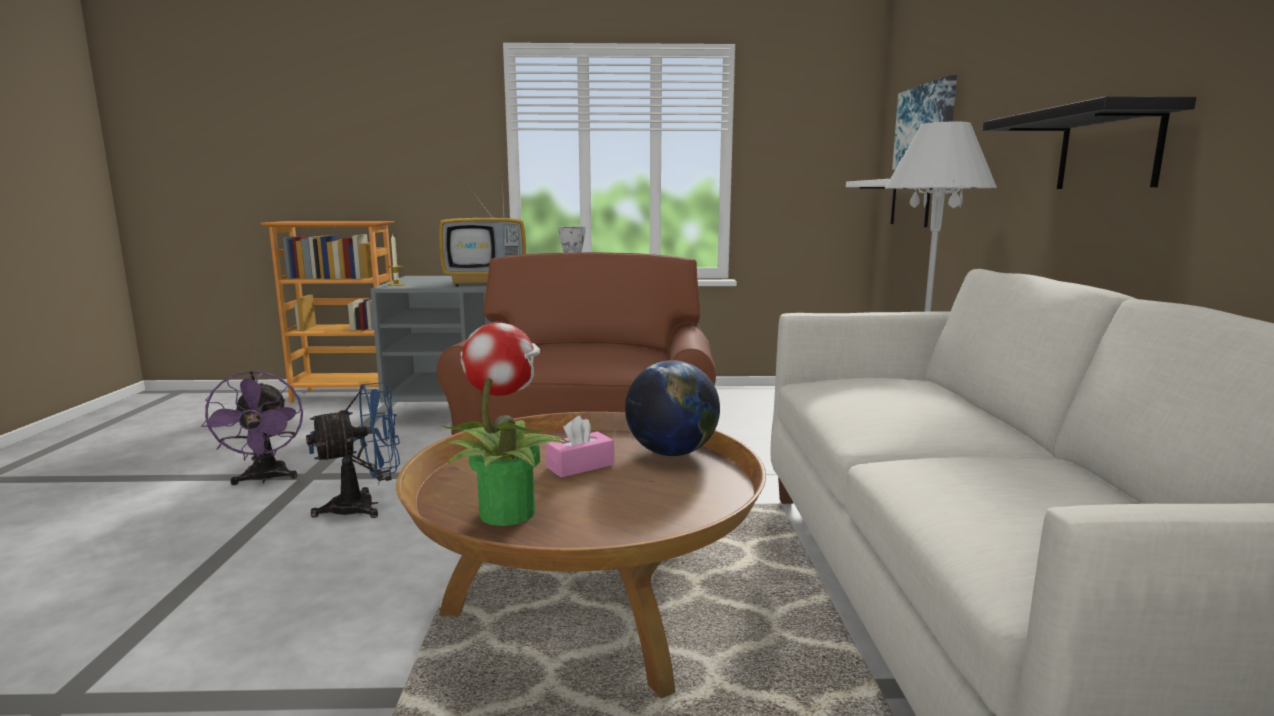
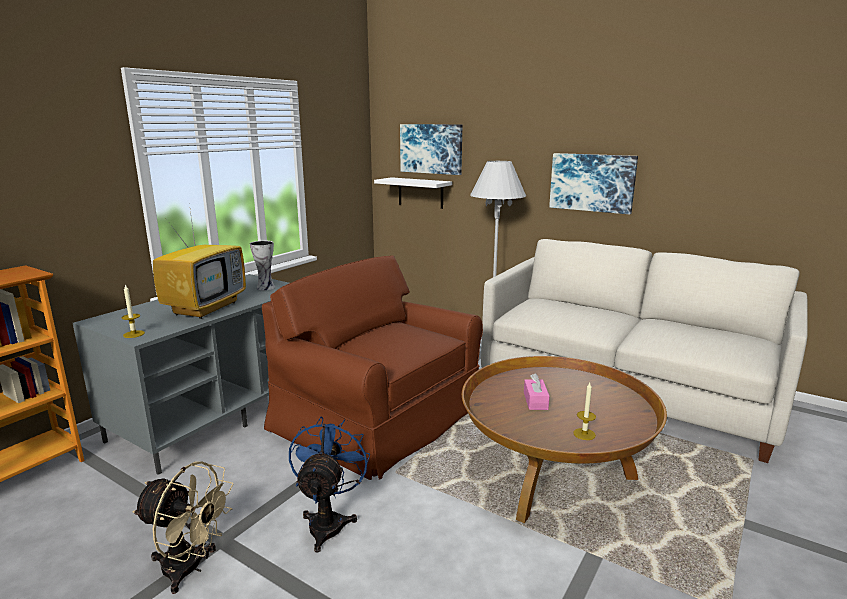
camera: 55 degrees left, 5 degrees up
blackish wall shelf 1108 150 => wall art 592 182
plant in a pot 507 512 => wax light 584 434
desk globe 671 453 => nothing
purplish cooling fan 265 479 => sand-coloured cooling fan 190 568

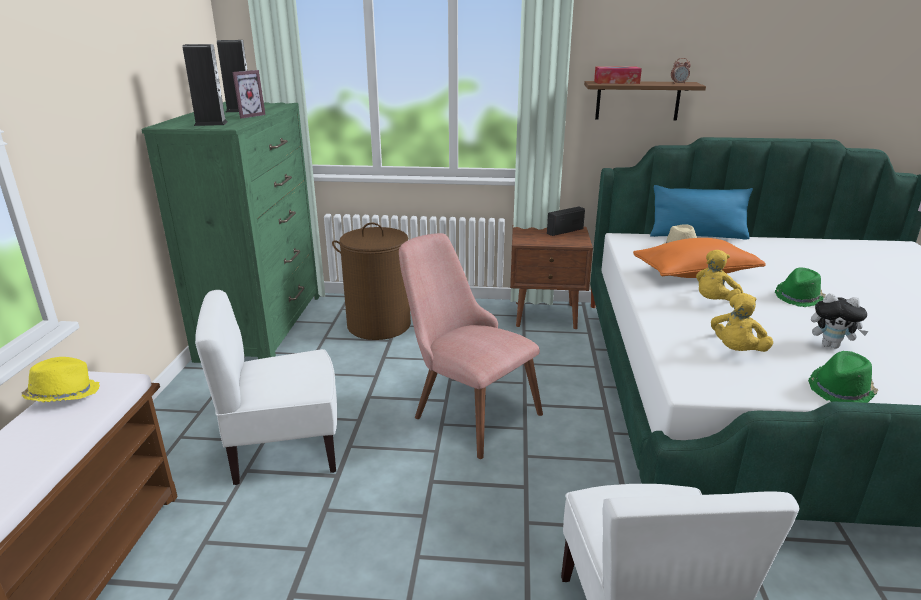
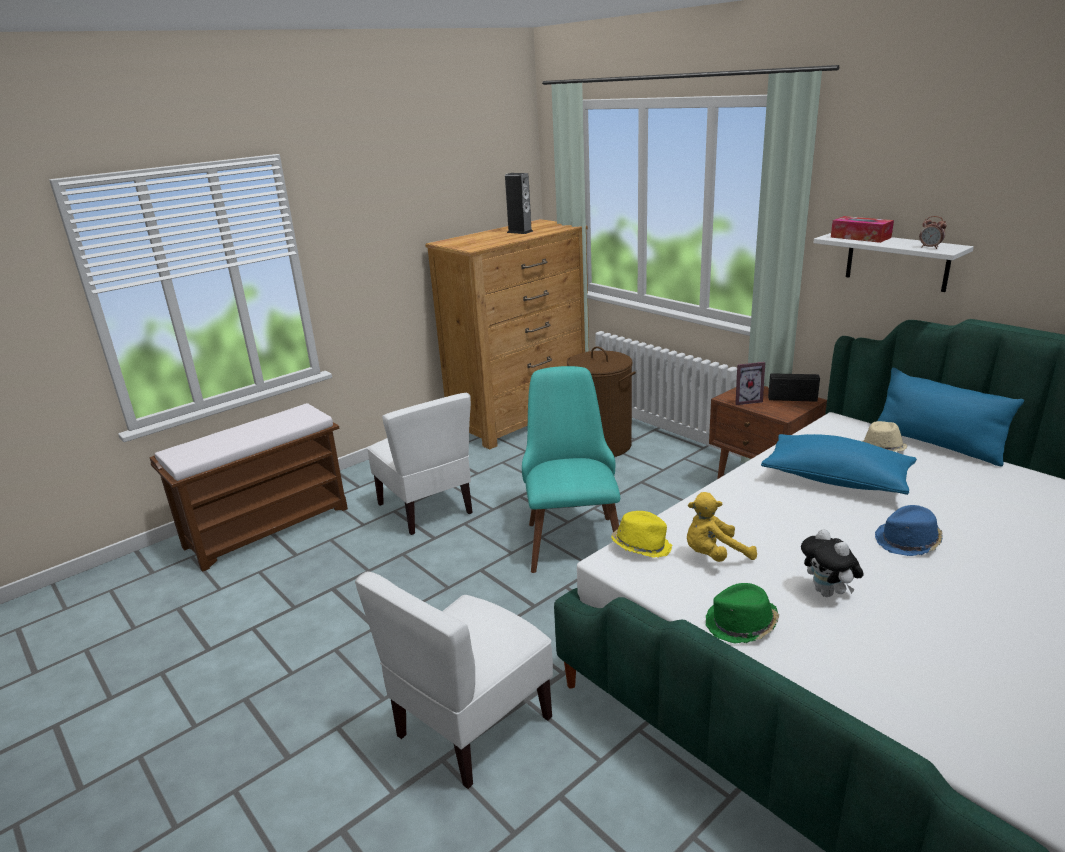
camera: 45 degrees right, 0 degrees up
loudspeaker 211 123 => nothing
standing frame 248 116 => standing frame 746 400, shifted
brownish wall shelf 637 100 => white wall shelf 897 261
greenish drawer chest 263 325 => brownish drawer chest 521 417
pink chair 465 410 => turquoise-coloured chair 571 535
orange-coloured cushion 694 274 => blue-coloured cushion 836 479
yellow cuddly toy 714 302 => nothing
greenish clothing hat 799 297 => blue-coloured clothing hat 908 542
white chair 284 450 => white chair 427 508, 150 degrees counterclockwise
yellow clothing hat 63 395 => yellow clothing hat 641 546, shifted

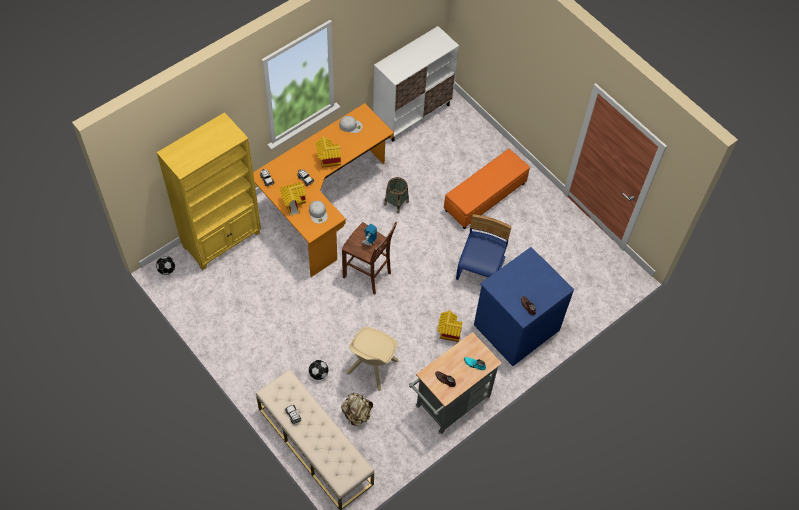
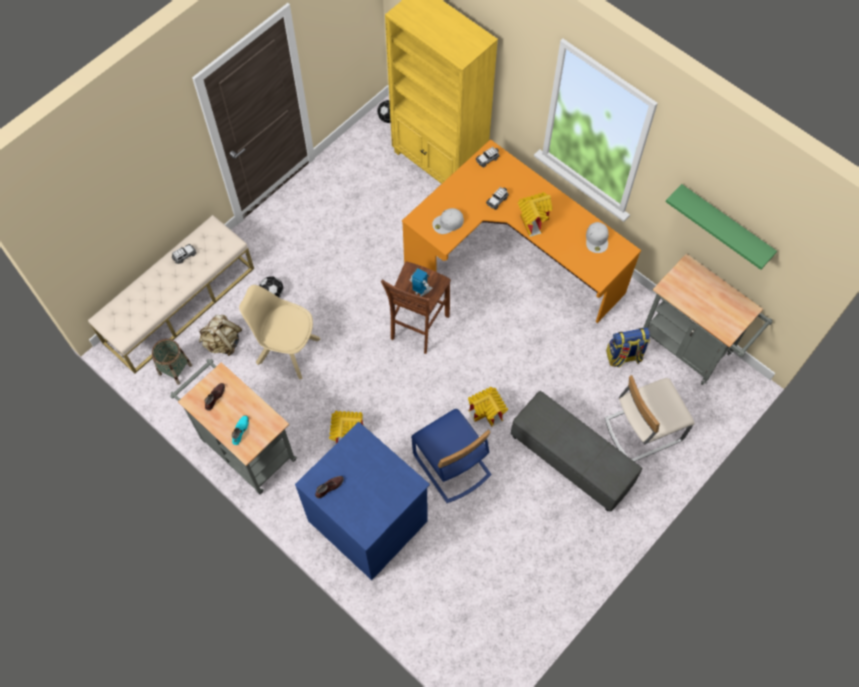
camera: 85 degrees right, 5 degrees up
white storage cabinet 413 114 => grey cart 690 348
orange-coloured pouffe 484 197 => grey pouffe 572 458
basket 396 203 => basket 175 369, shifted
toy house 294 203 => toy house 487 412, shifted
blue-coloured chair 481 269 => blue-coloured chair 451 465, 45 degrees clockwise
nothing => greenish wall shelf 724 225
nothing => knapsack 624 356
nothing => sand-coloured chair 642 429

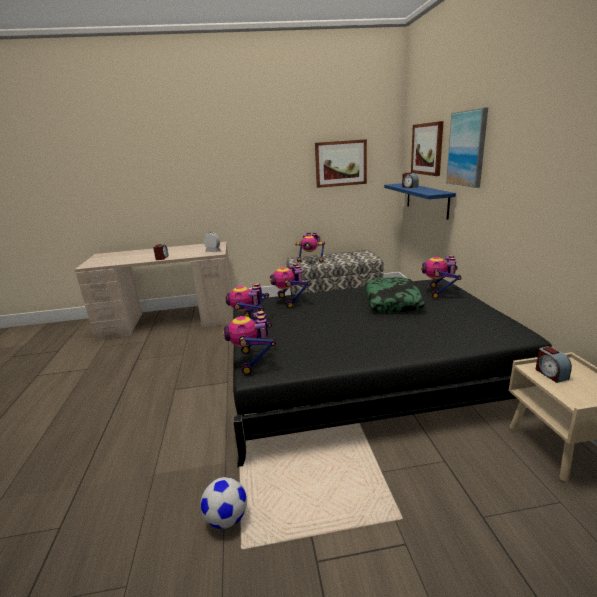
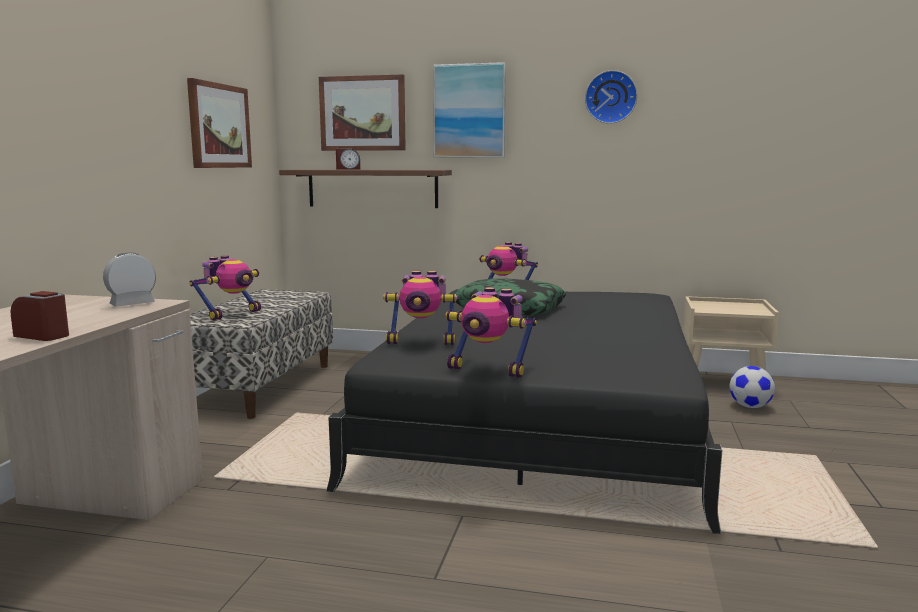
camera: 70 degrees left, 10 degrees down
blue-coloured wall shelf 426 199 => brownish wall shelf 372 188
model robot 253 361 => nothing
table clock 550 374 => nothing
football ball 226 519 => football ball 750 407, shifted
nothing => wall clock 611 97

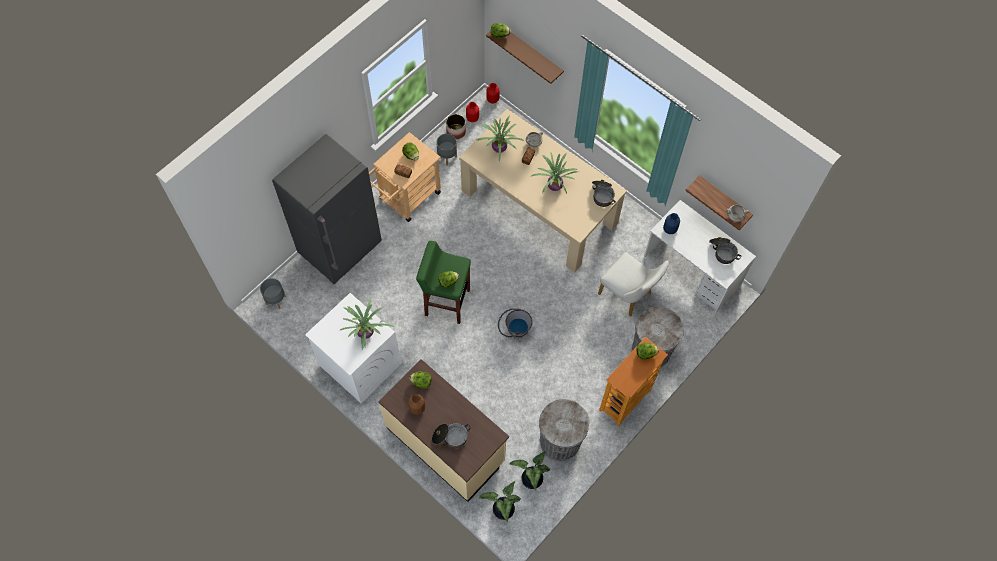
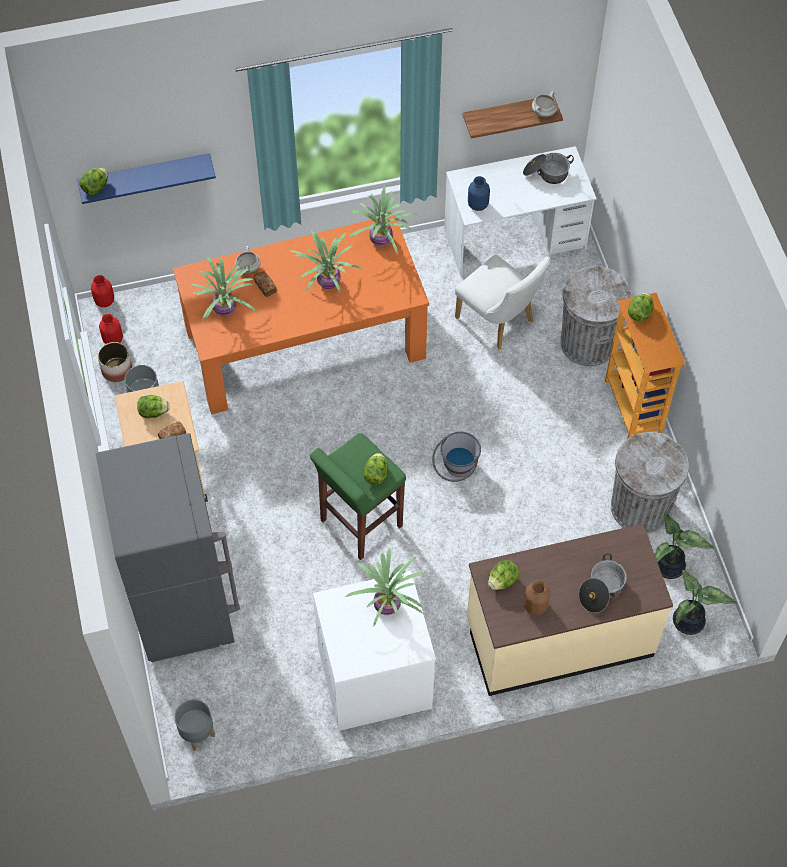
camera: 55 degrees left, 5 degrees down
brownish wall shelf 530 53 => blue-coloured wall shelf 145 175
sand-coloured dinner table 539 207 => orange-coloured dinner table 304 342
cooking pot 602 195 => plant in a pot 381 241
white chair 628 295 => white chair 499 322, 60 degrees clockwise

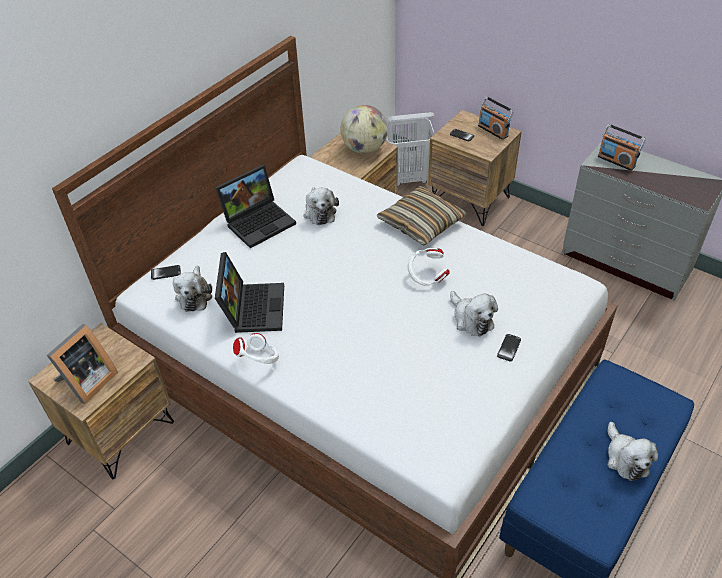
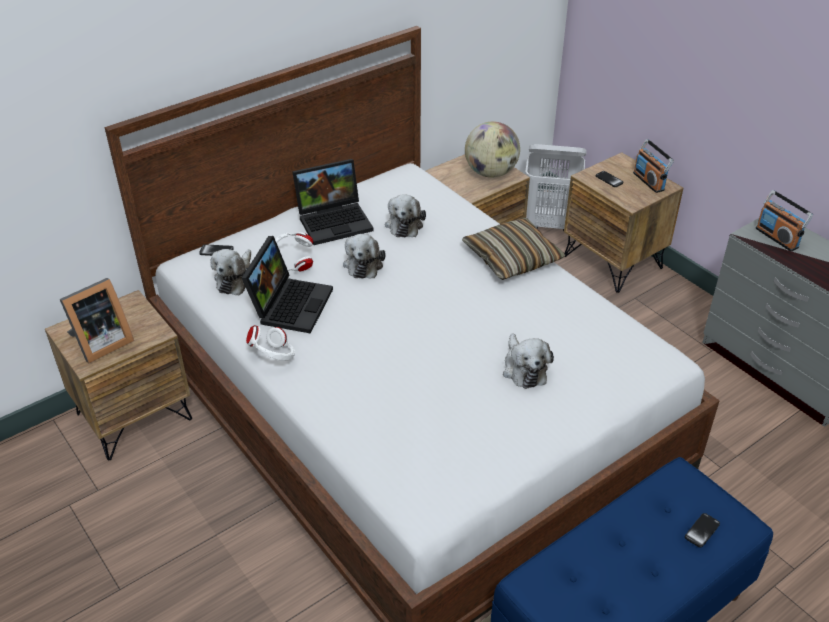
camera: 15 degrees right, 5 degrees down
white headset 427 277 => white headset 292 264, shifted
handset 509 348 => handset 702 531, shifted
cuddly toy 625 458 => cuddly toy 363 263, shifted

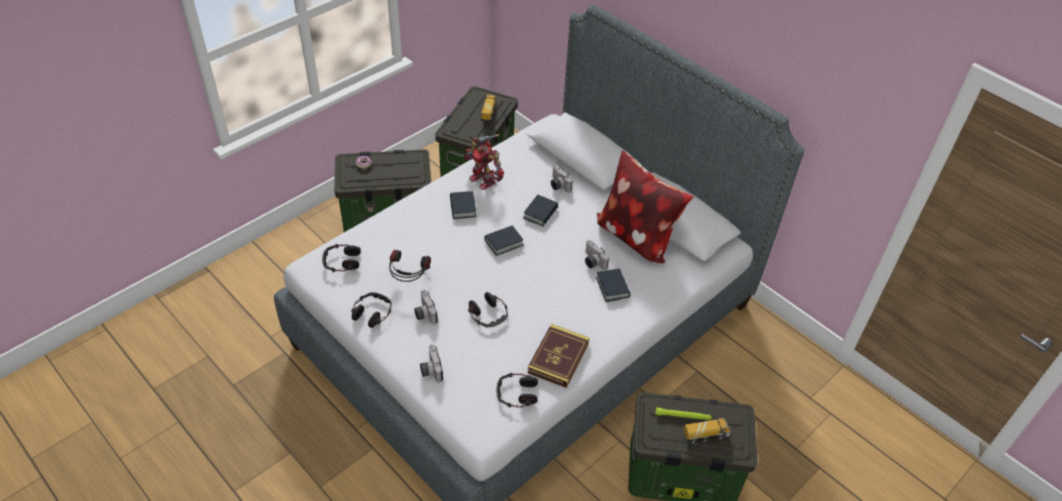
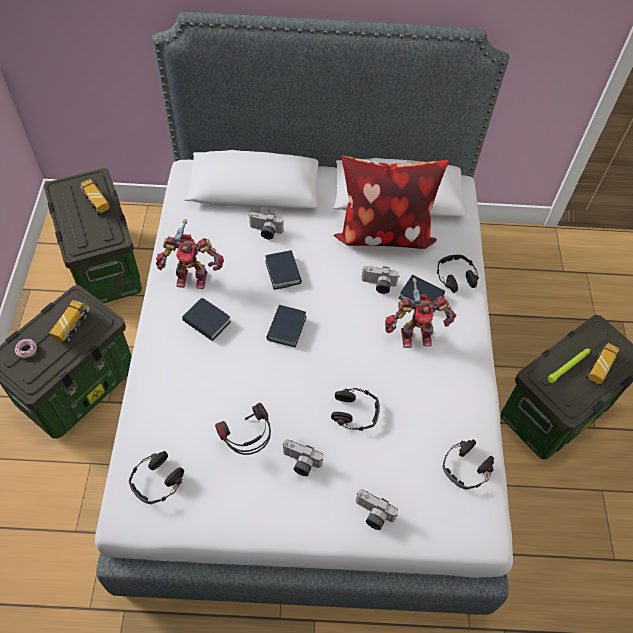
camera: 45 degrees left, 10 degrees up
headset 372 312 => headset 455 276, shifted
volume 558 358 => nothing
nothing => model robot 415 335
nothing => model truck 72 326

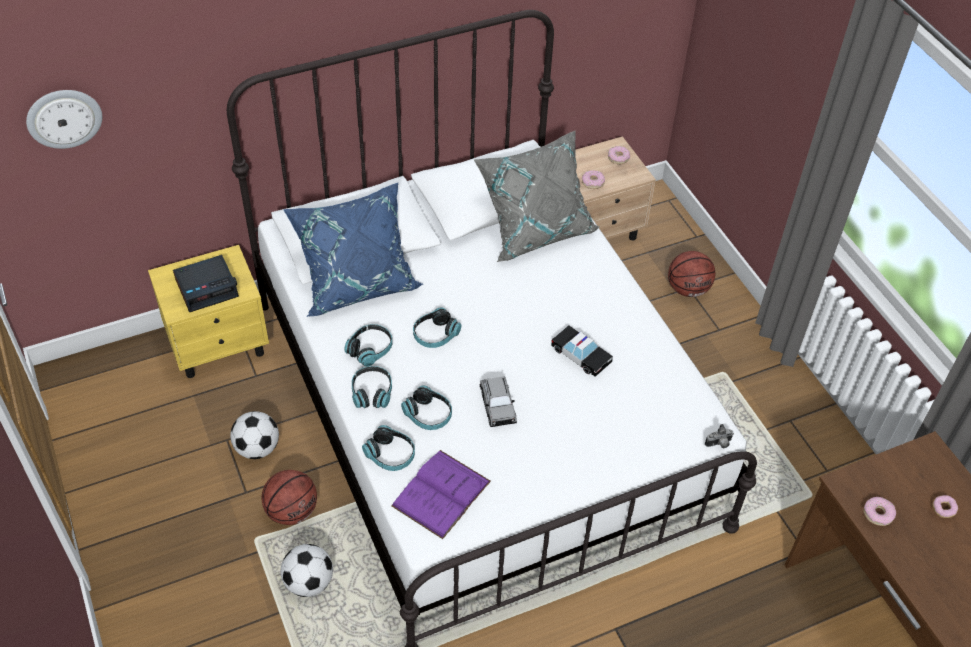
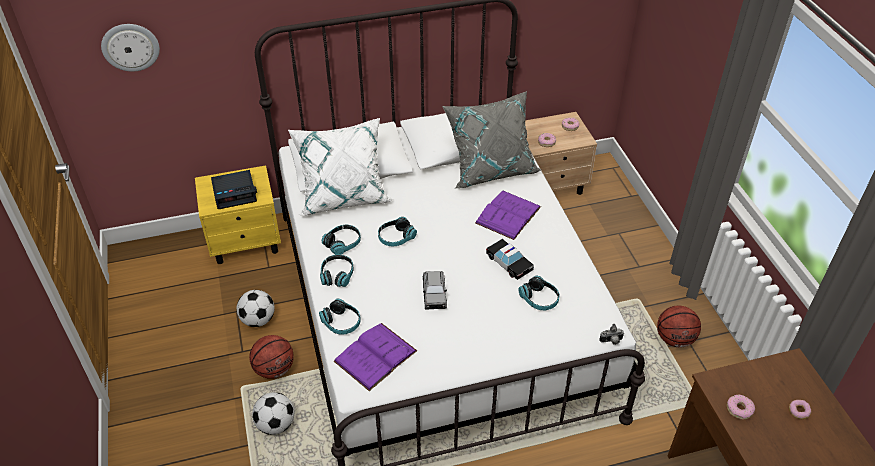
camera: 10 degrees right, 5 degrees down
blue-coloured cushion 357 283 => white cushion 343 195
basketball ball 688 289 => basketball ball 675 339, shifted
headset 428 414 => headset 539 299, shifted
nothing => purplish volume 508 215

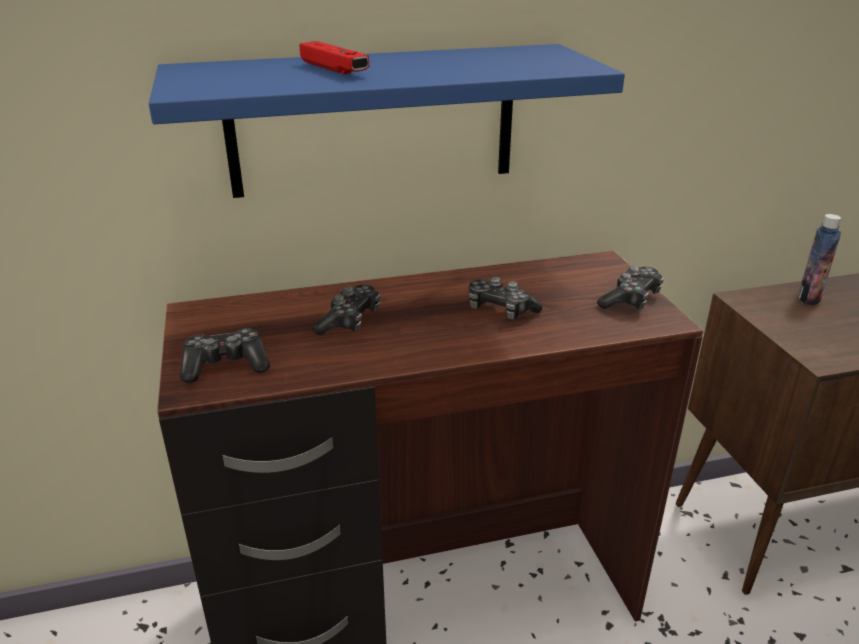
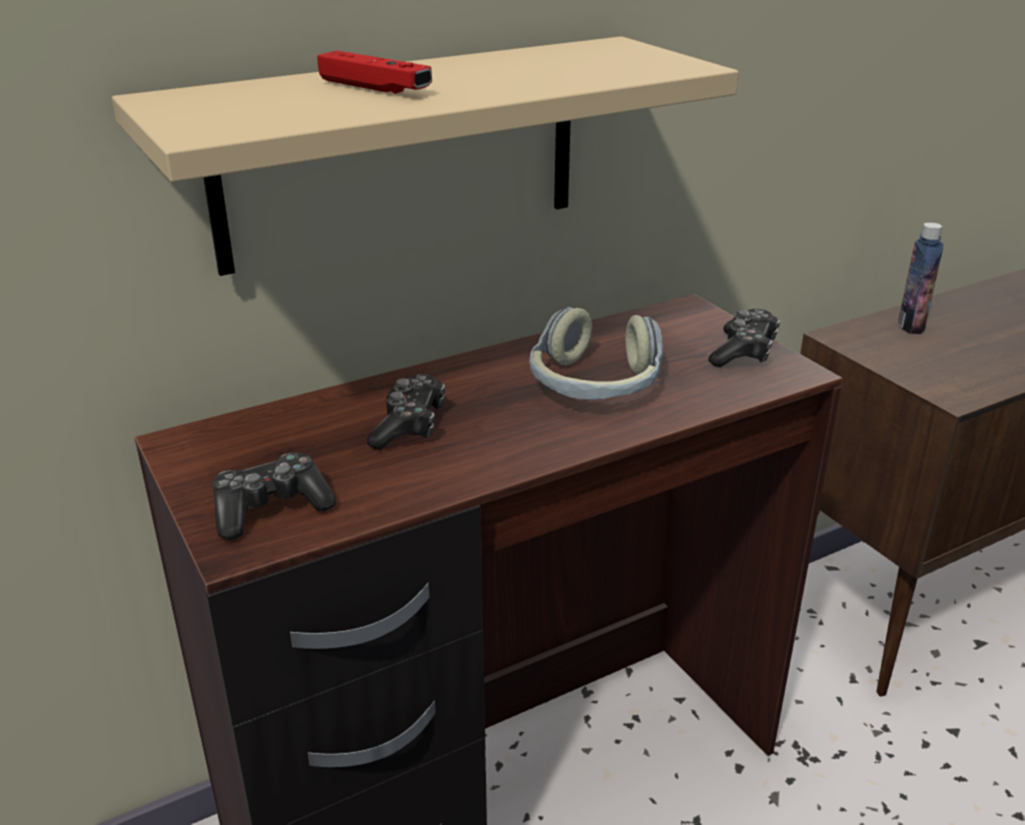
camera: 15 degrees left, 0 degrees up
blue-coloured wall shelf 373 121 => sand-coloured wall shelf 400 153
game controller 500 310 => headset 594 385

